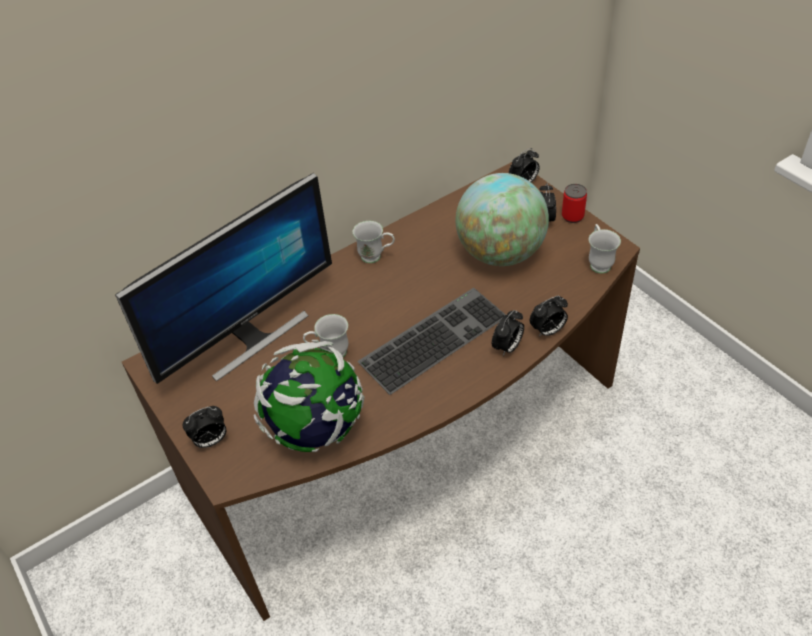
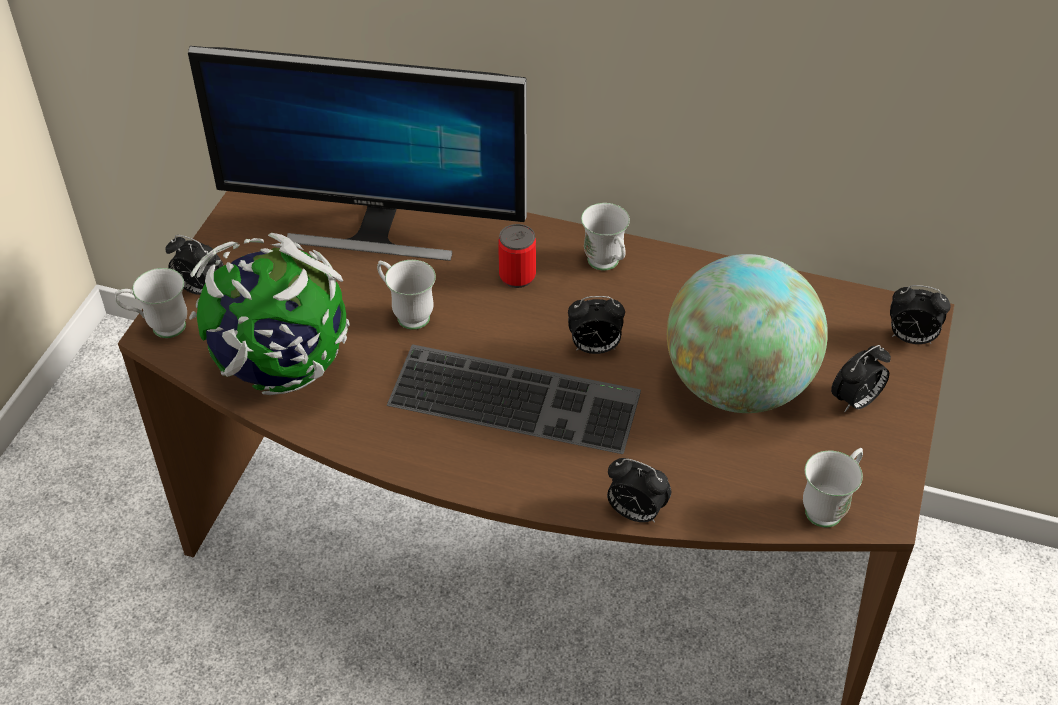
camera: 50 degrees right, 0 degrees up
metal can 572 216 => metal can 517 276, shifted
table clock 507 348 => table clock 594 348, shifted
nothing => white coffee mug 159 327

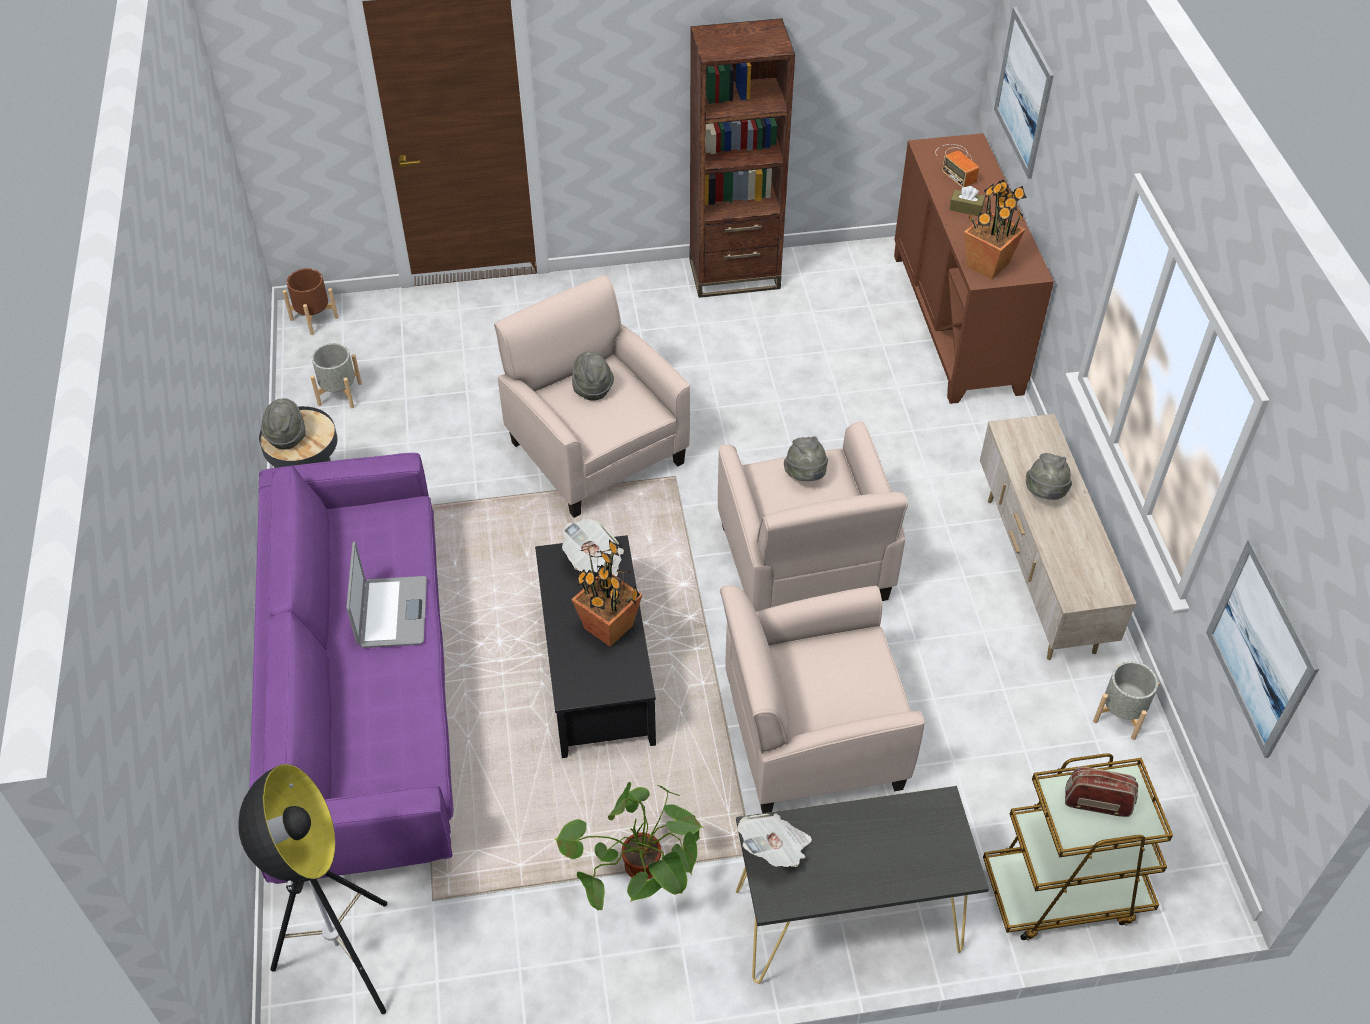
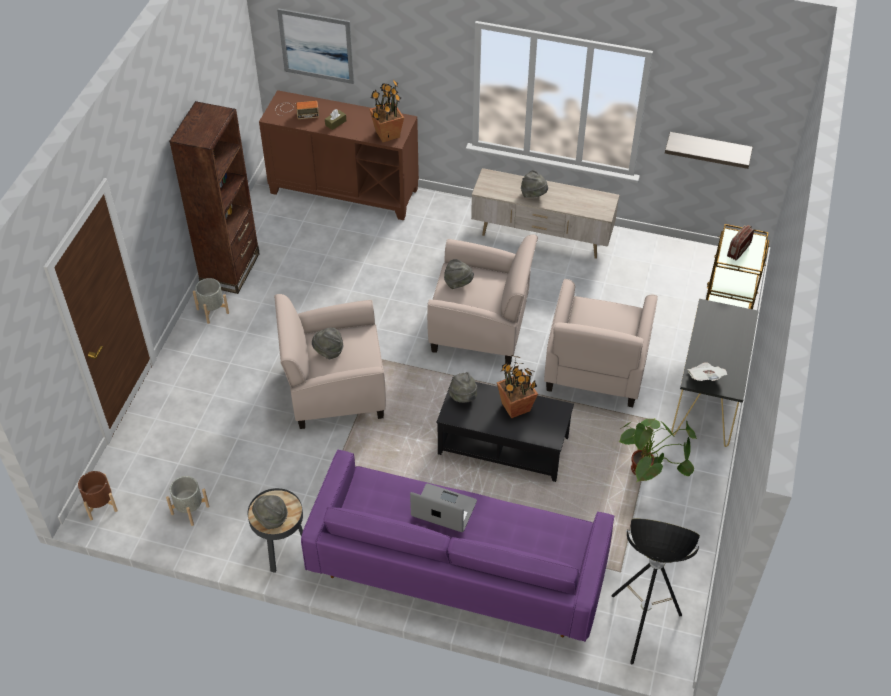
camera: 65 degrees left, 0 degrees up
printed paper 594 560 => grey clothing hat 463 397
wall art 1260 649 => wall shelf 709 149
grey flower pot 1120 714 => grey flower pot 212 311, shifted

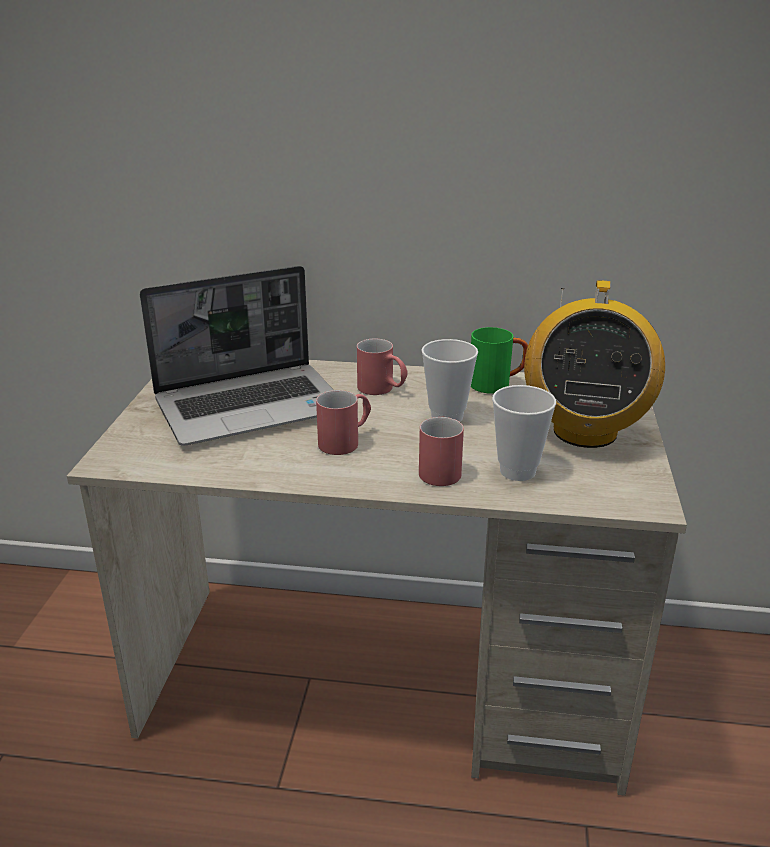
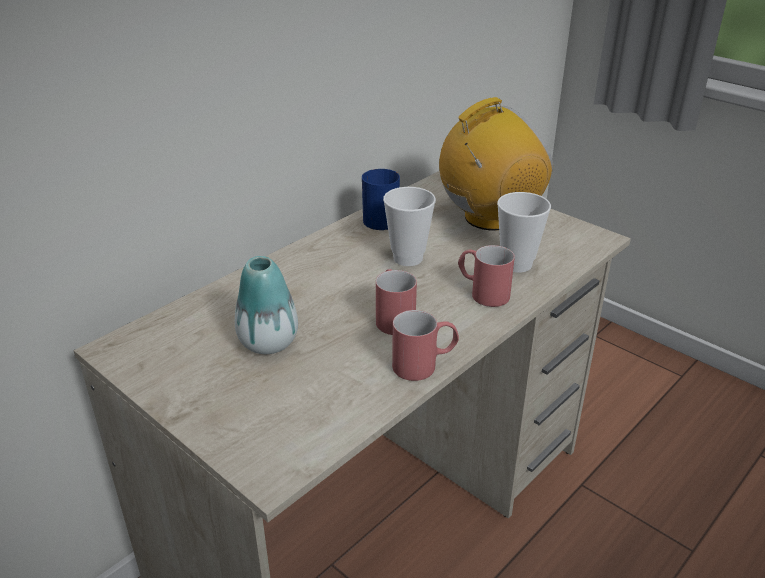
camera: 55 degrees left, 5 degrees up
portable computer 252 406 => vase 268 343
radio set 584 431 => radio set 489 218, 75 degrees counterclockwise
greenish coffee mug 497 385 => blue-coloured coffee mug 384 219
red coffee mug 382 390 => red coffee mug 424 365, shifted

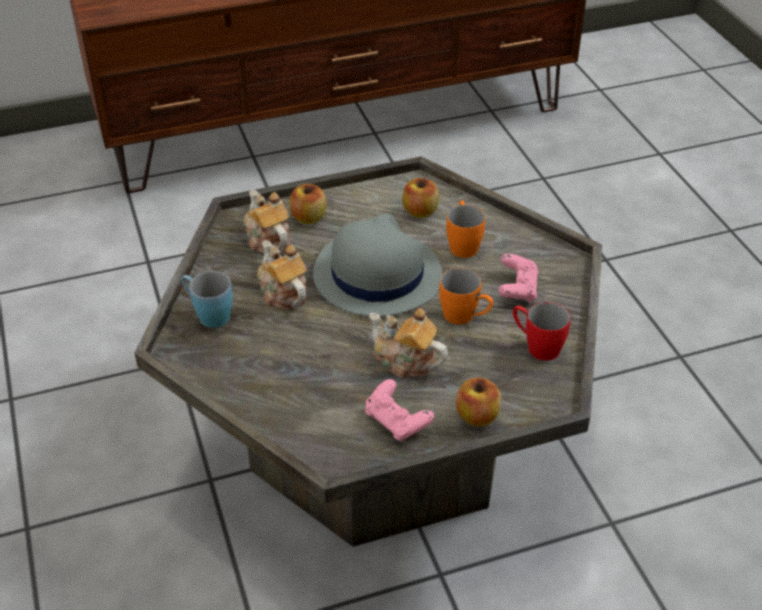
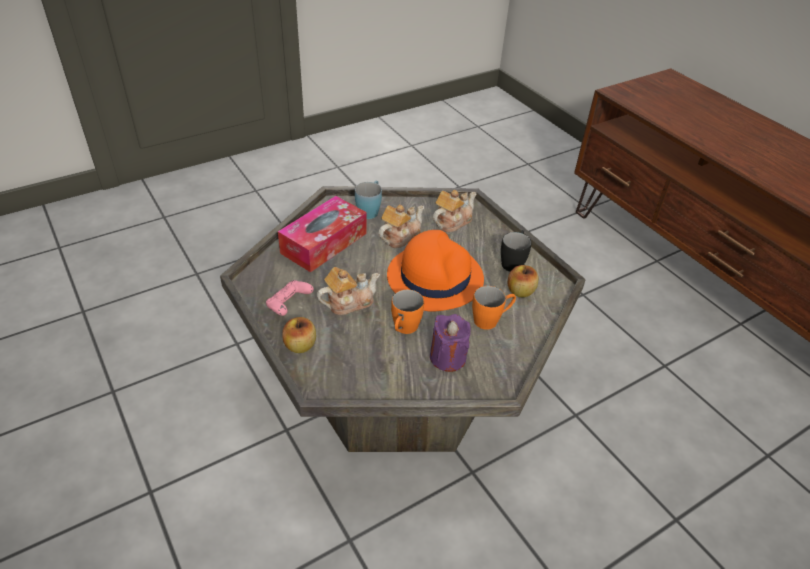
camera: 75 degrees right, 0 degrees up
apple 308 217 => nothing
grey clothing hat 376 275 => orange-coloured clothing hat 435 277
pink game controller 517 289 => purplish wax light 447 357
red coffee mug 536 346 => nothing
pot for tea 405 361 => pot for tea 348 302, 45 degrees clockwise
nothing => tissue box 324 243
nothing => blackish coffee mug 513 261

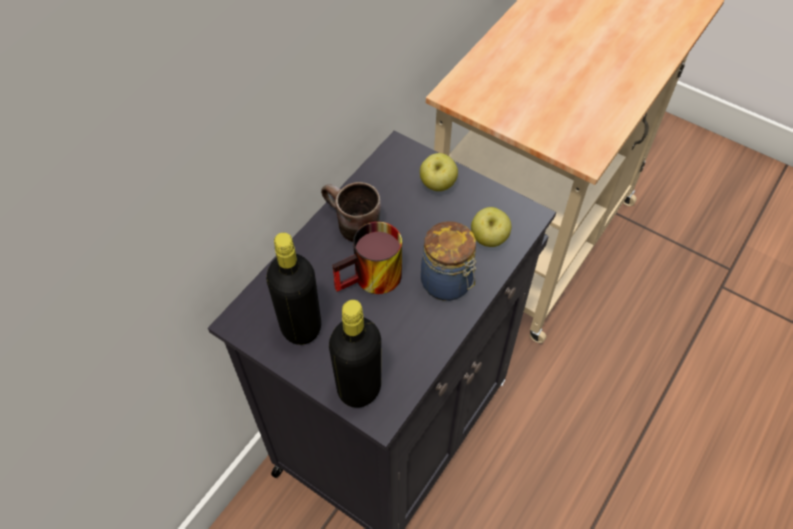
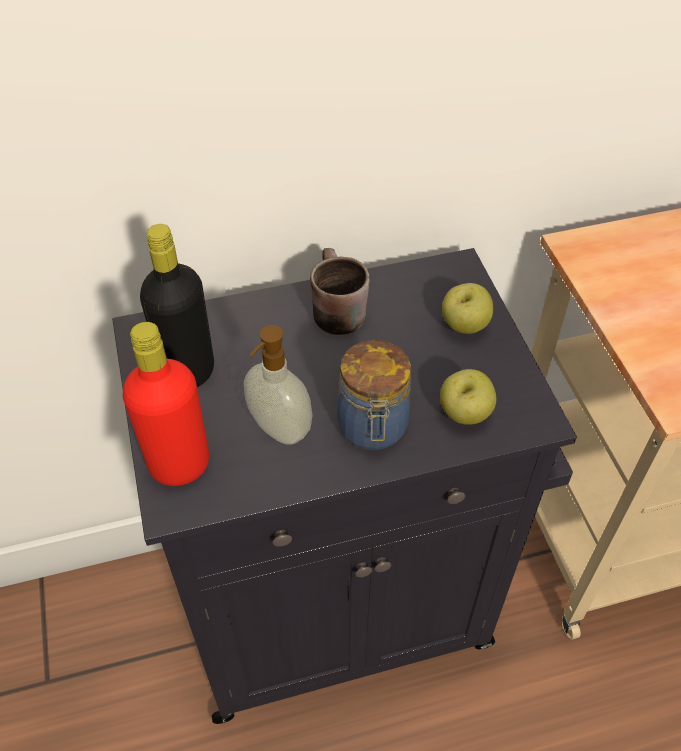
camera: 40 degrees right, 5 degrees down
coffee mug 372 281 => nothing
blackish drink bottle 359 388 => red drink bottle 179 464
nothing => soap dispenser 278 430

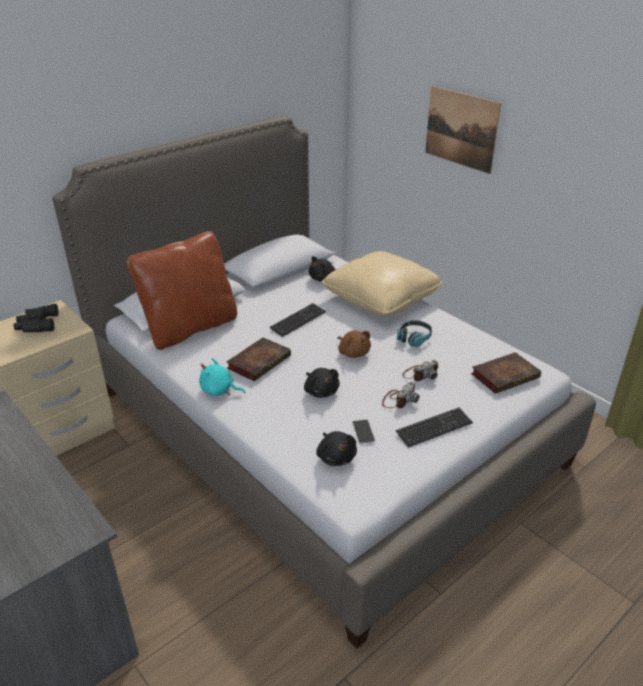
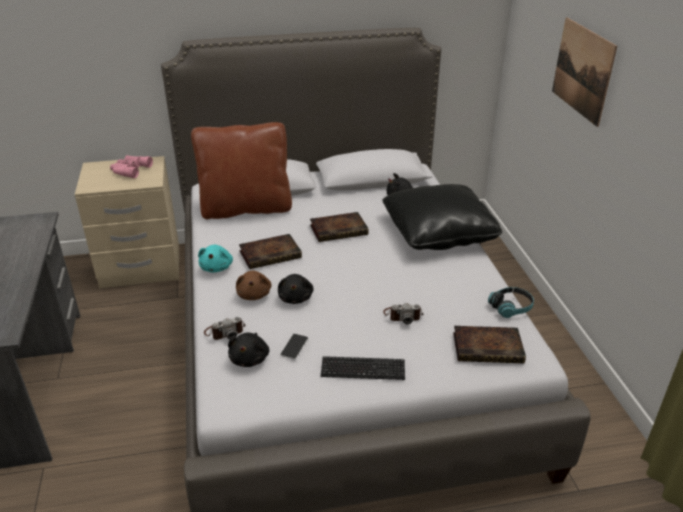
camera: 30 degrees right, 0 degrees up
sand-coloured cushion 381 298 => blackish cushion 438 233
keyboard 298 321 => volume 340 230
blackish binoculars 36 324 => pink binoculars 129 170
headset 414 338 => headset 511 307, shifted
brownish cuddly toy 353 352 => brownish cuddly toy 254 294, shifted
turquoise-coloured cuddly toy 219 390 => turquoise-coloured cuddly toy 217 267, 135 degrees counterclockwise
still camera 399 400 => still camera 225 331, shifted

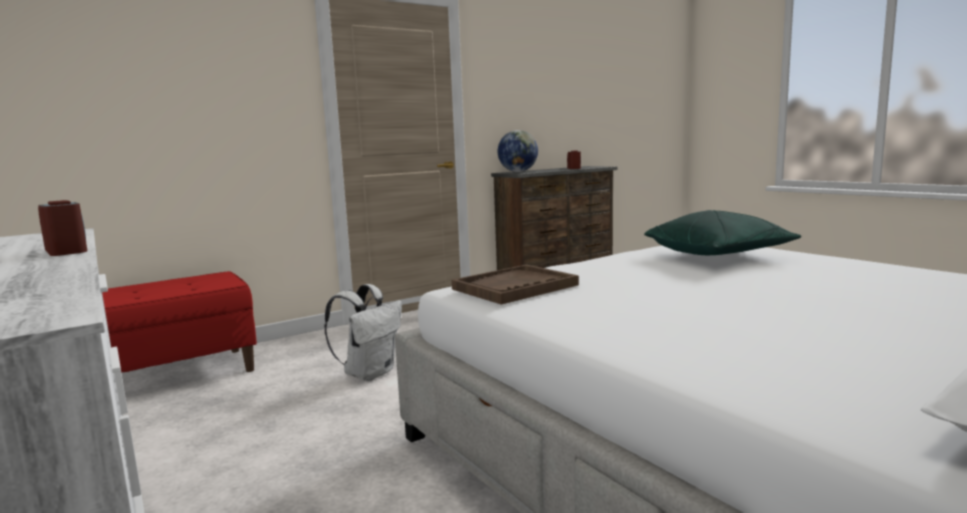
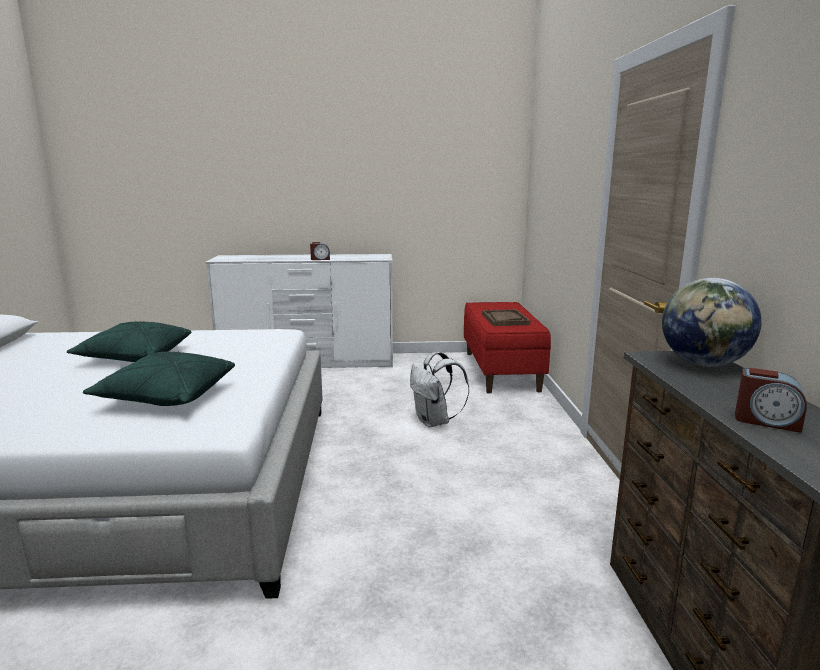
camera: 120 degrees right, 5 degrees up
brownish carrying tray 515 287 => brownish carrying tray 505 319, shifted
nothing => greenish cushion 135 357

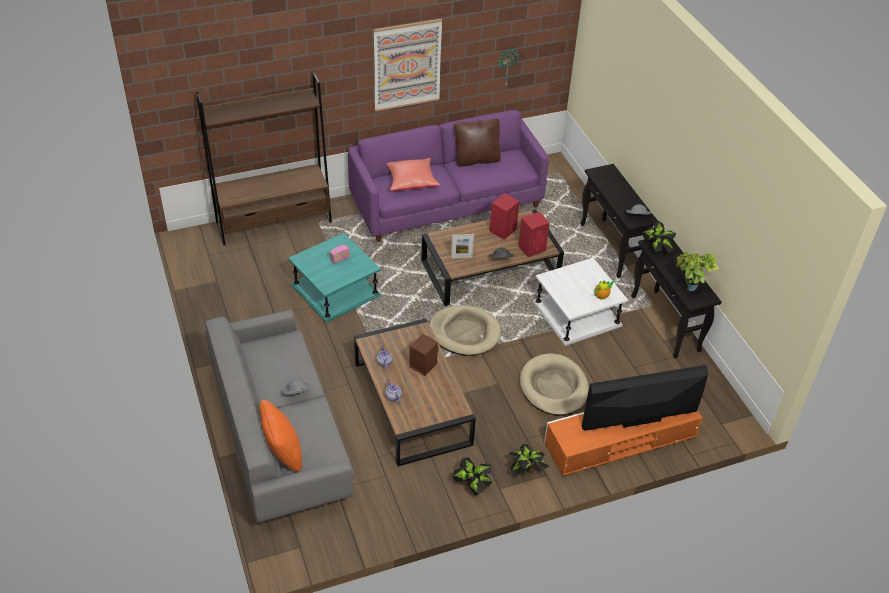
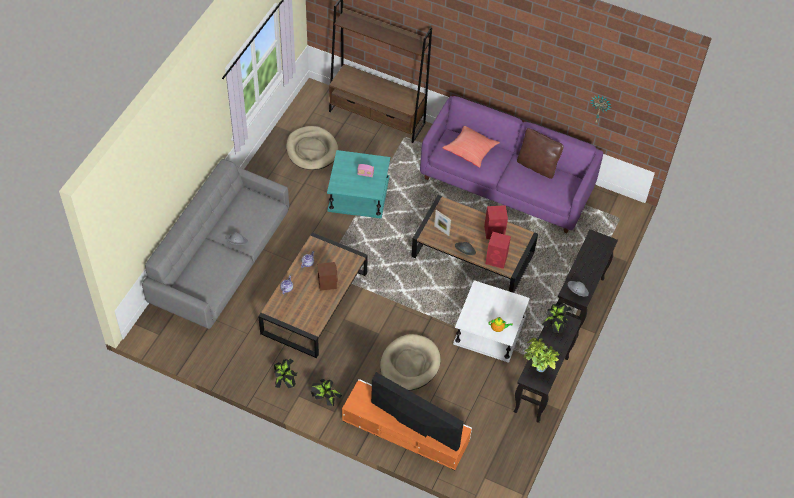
camera: 45 degrees right, 10 degrees up
wall art 407 65 => nothing
sand-coloured pet bed 464 333 => sand-coloured pet bed 312 150, shifted
orange-coloured cushion 283 453 => nothing

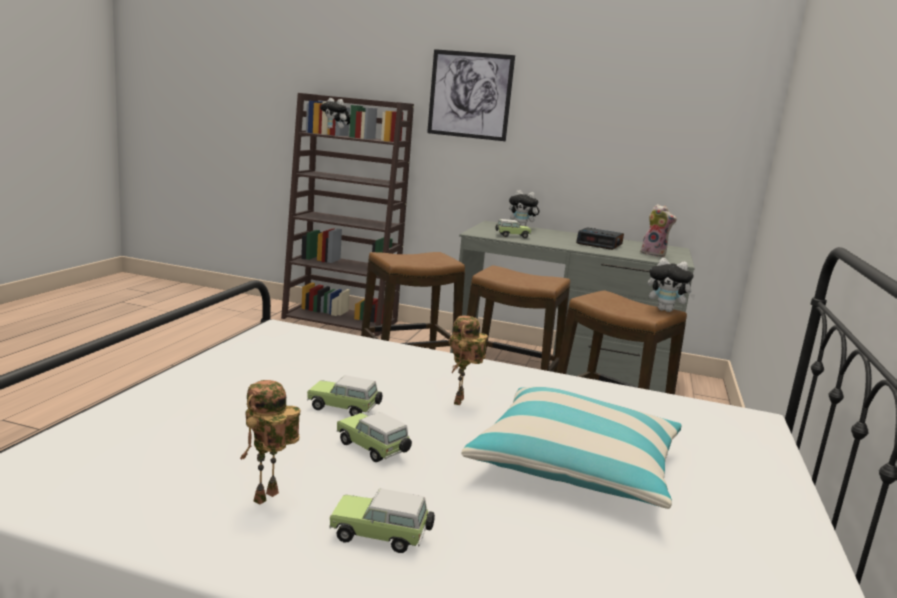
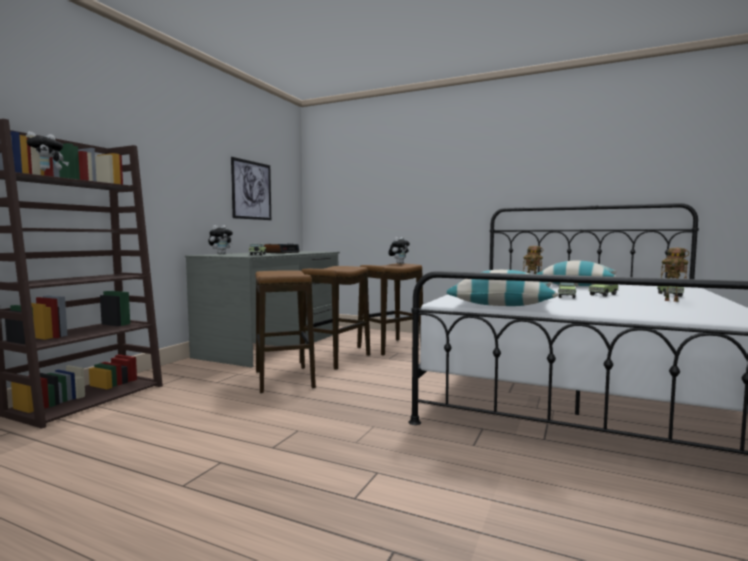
camera: 80 degrees left, 10 degrees down
wall art 470 95 => wall art 251 190, shifted
cuddly toy 654 254 => nothing
nothing => cushion 502 303

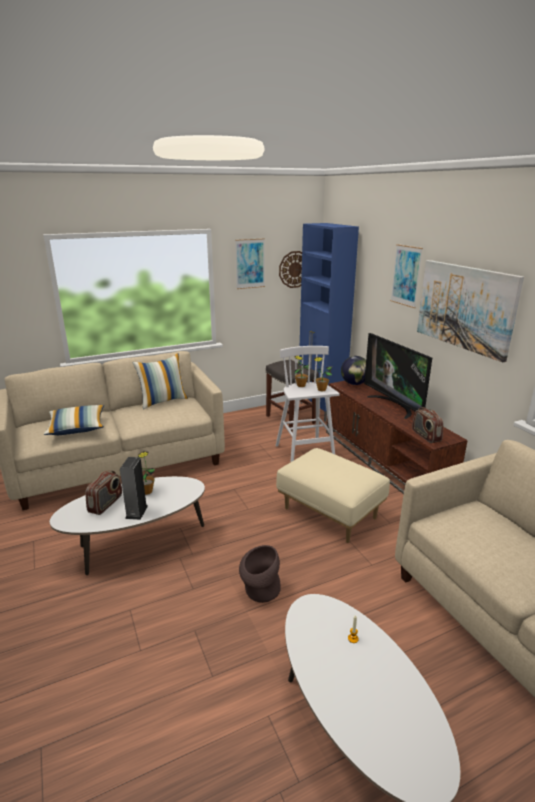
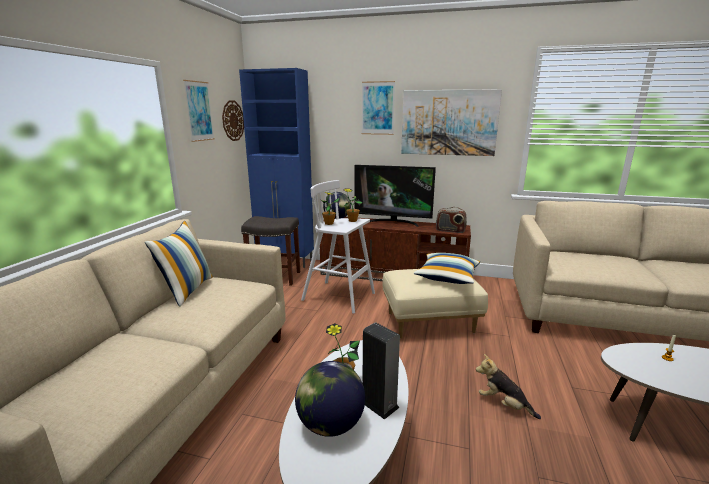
camera: 50 degrees left, 5 degrees down
cushion 77 428 => cushion 447 277, shifted
radio set 106 504 => desk globe 330 425
brownish vase 259 591 => cuddly toy 503 404

